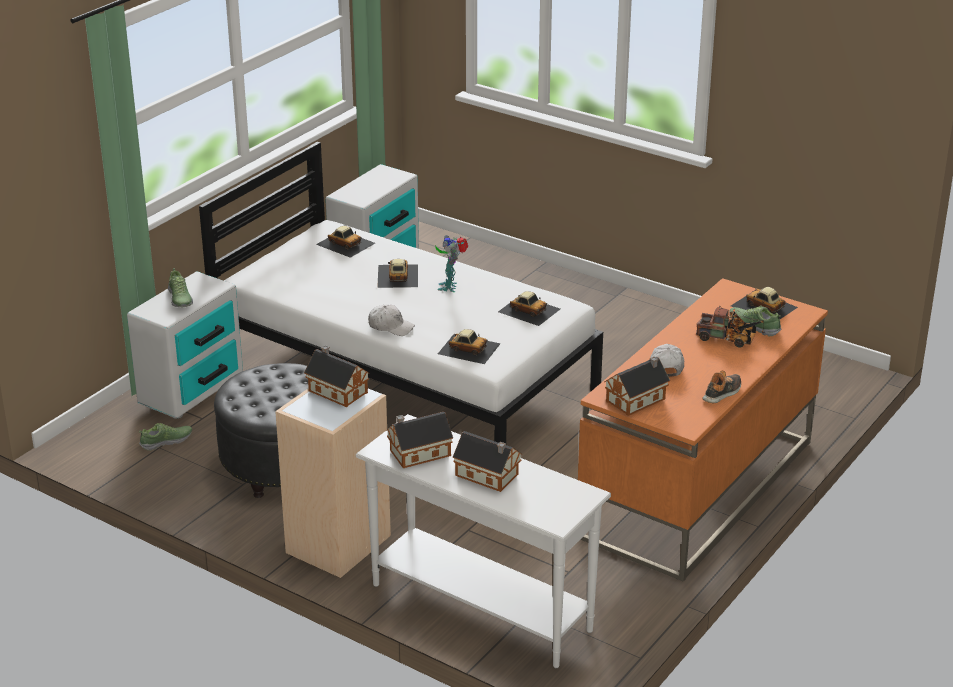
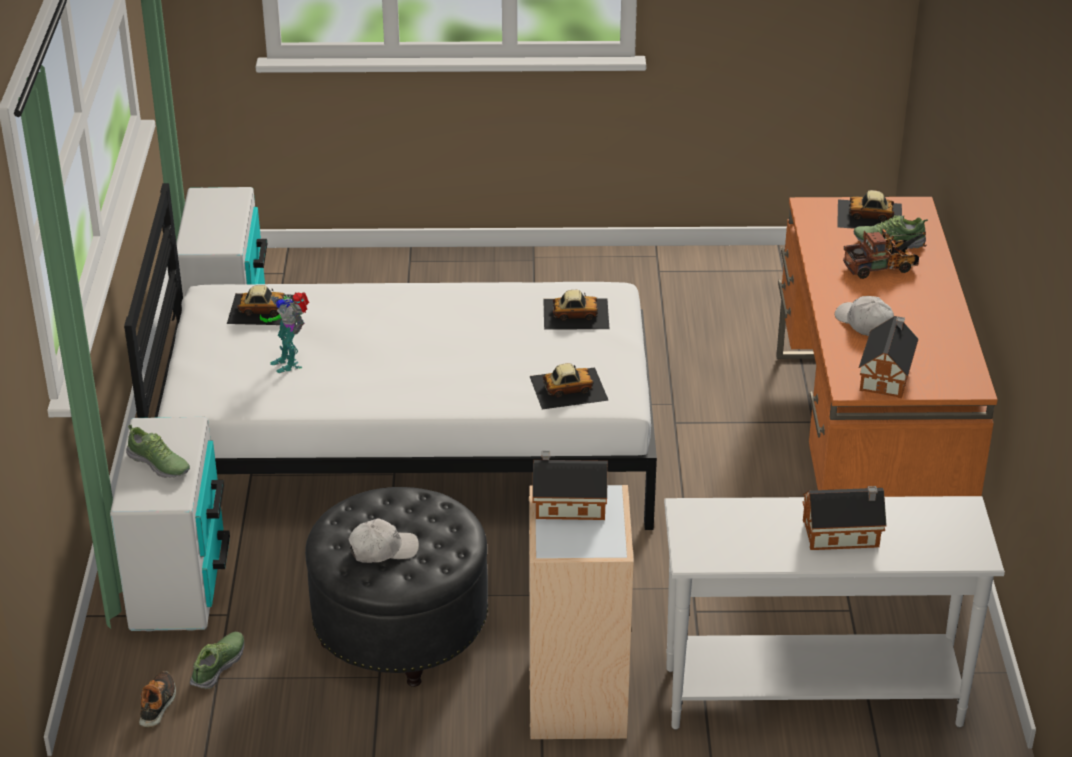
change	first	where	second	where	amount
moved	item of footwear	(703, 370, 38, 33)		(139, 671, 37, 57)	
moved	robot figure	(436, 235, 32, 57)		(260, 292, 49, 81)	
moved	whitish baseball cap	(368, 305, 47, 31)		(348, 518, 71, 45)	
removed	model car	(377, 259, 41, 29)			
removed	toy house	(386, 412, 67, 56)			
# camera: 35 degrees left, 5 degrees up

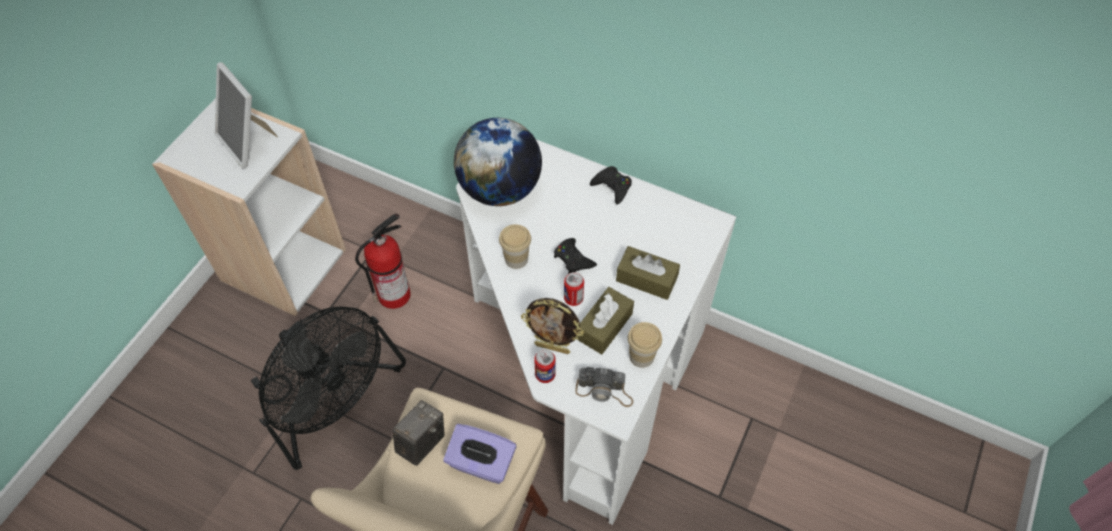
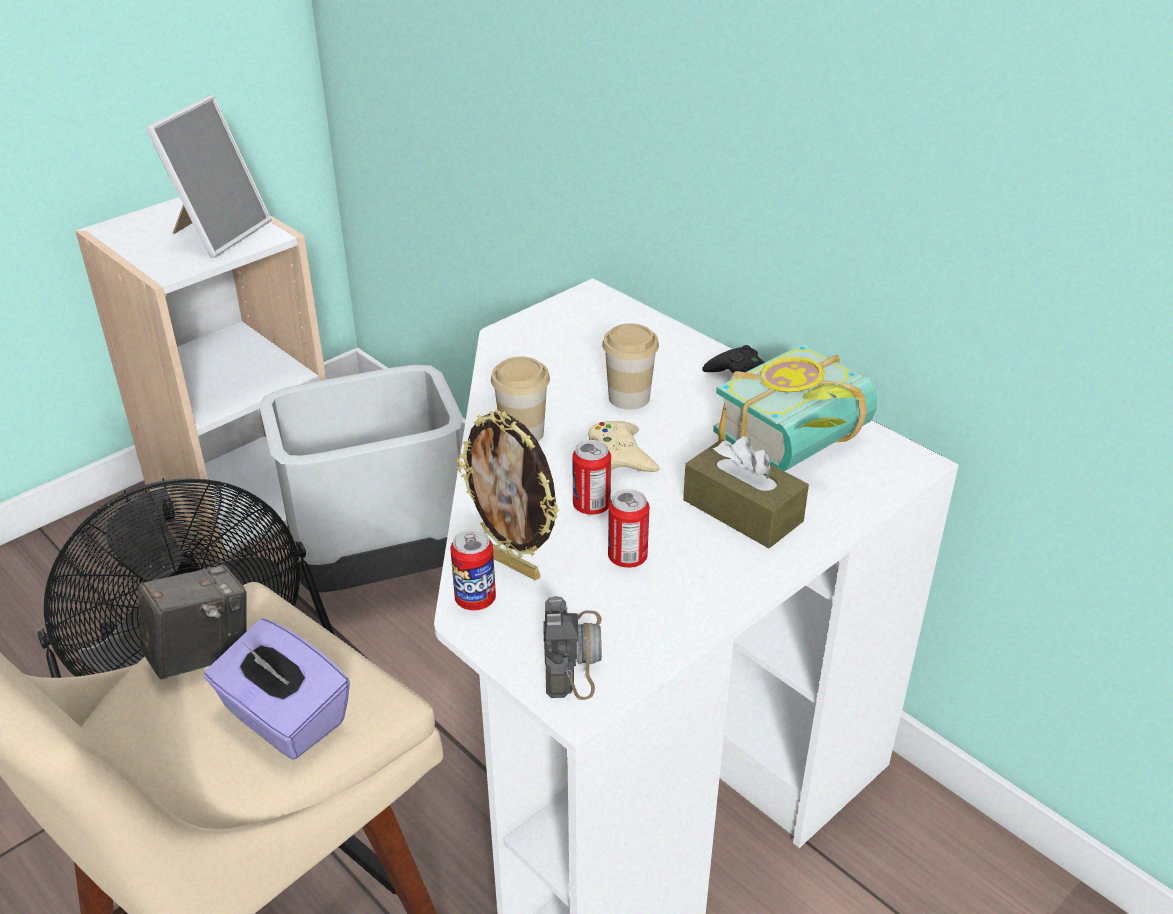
change	first	where	second	where	amount
turned	photo frame	(215, 62, 63, 107)		(146, 95, 126, 163)	135 degrees counterclockwise
replaced	fire-fighting cylinder	(355, 214, 56, 95)	grey waste bin	(259, 365, 204, 227)	
turned	photo camera	(575, 367, 58, 40)		(543, 596, 59, 104)	120 degrees counterclockwise
recoloured	black joypad	(554, 238, 43, 36)	sand-coloured joypad	(588, 421, 72, 51)	
moved	small cup	(628, 322, 34, 46)		(602, 323, 57, 87)	
replaced	brownish box of tissues	(578, 287, 56, 68)	can	(608, 489, 41, 79)	
added			bound book	(713, 344, 164, 127)	
removed	desk globe	(454, 118, 88, 88)			
# camera: 20 degrees right, 20 degrees down

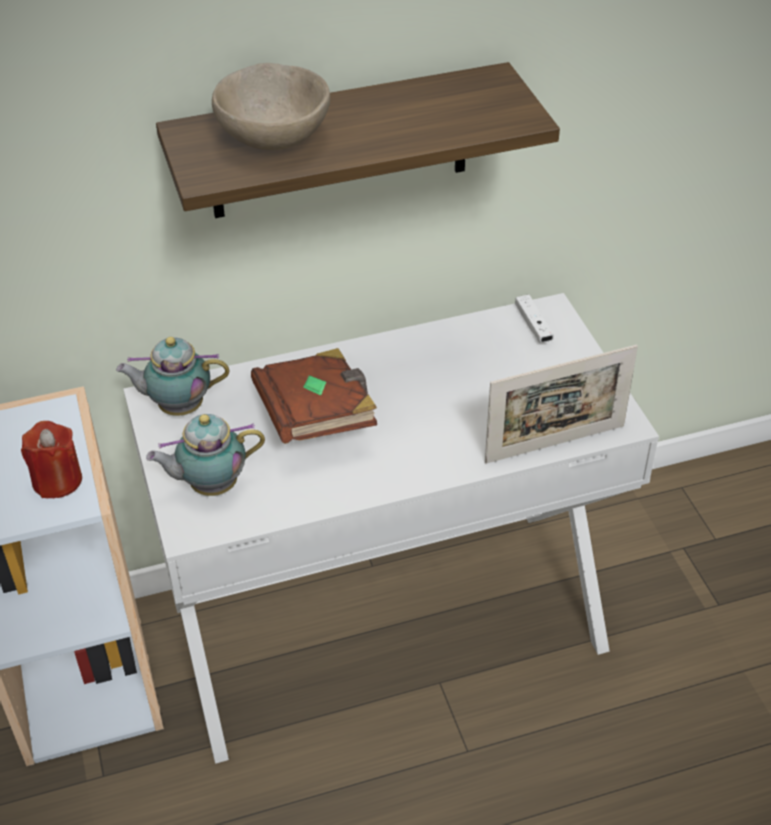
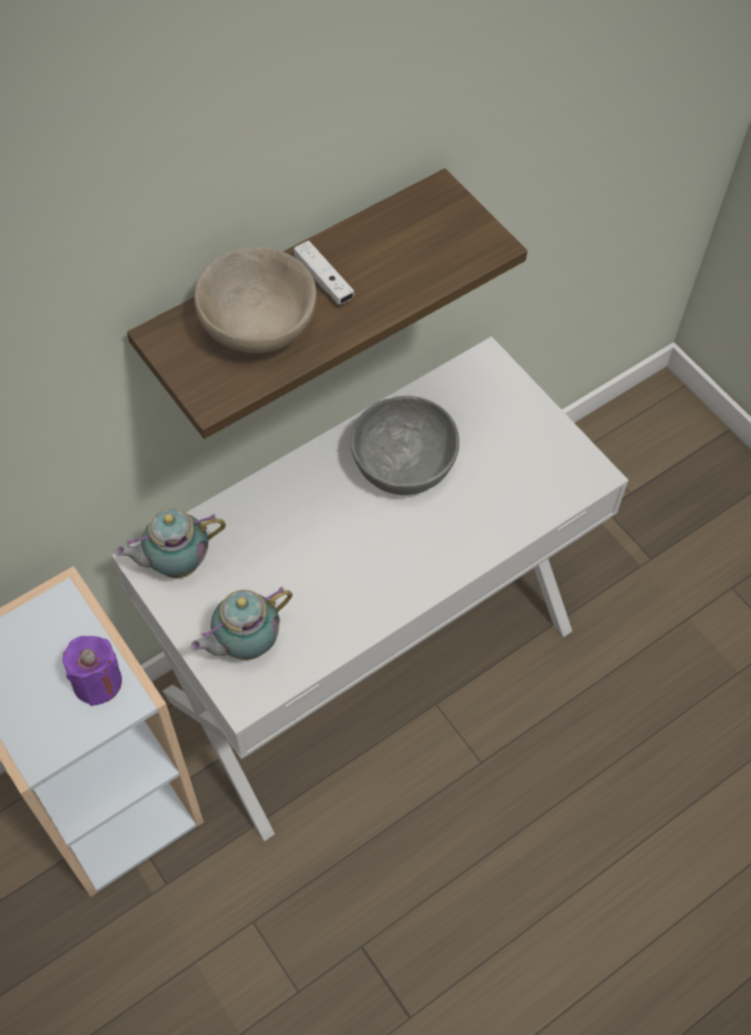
change	first	where	second	where	amount
recoloured	reddish wax light	(21, 421, 61, 77)	purple-coloured wax light	(62, 636, 60, 70)	
moved	whitish joypad	(515, 295, 39, 48)		(294, 241, 60, 64)	
added			grey deep dish	(351, 396, 108, 99)	
removed	brownish bound book	(251, 348, 126, 96)			
removed	photo frame	(485, 344, 153, 120)			
# camera: 20 degrees left, 15 degrees up

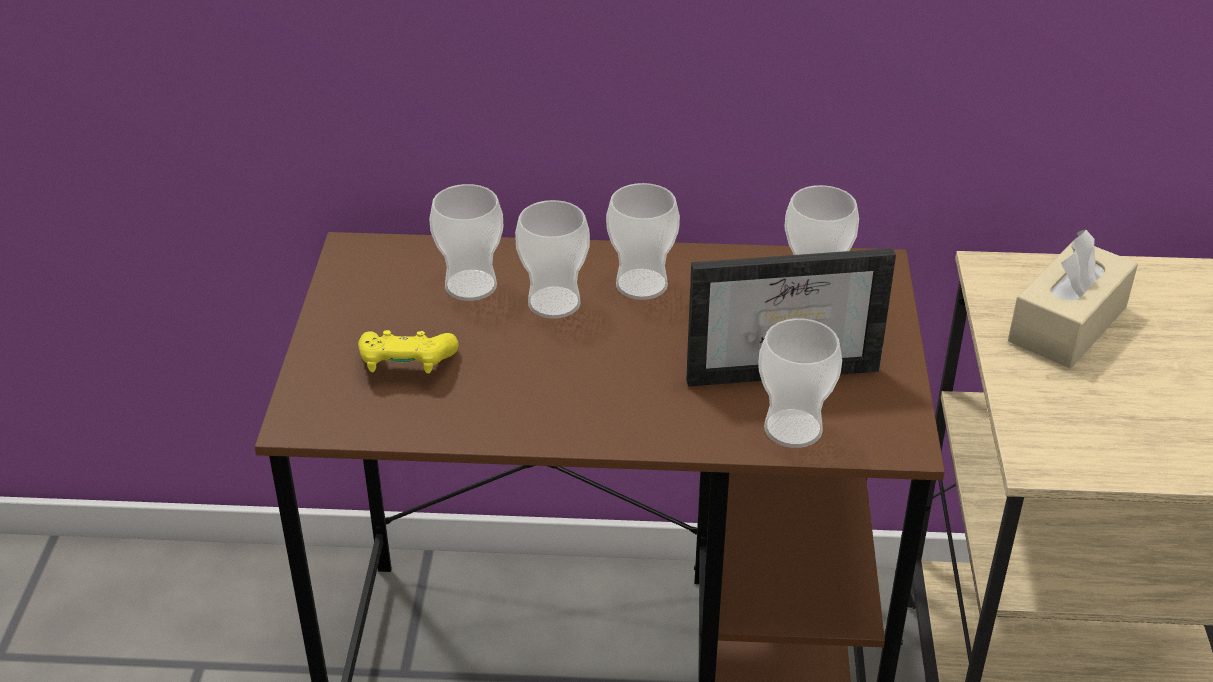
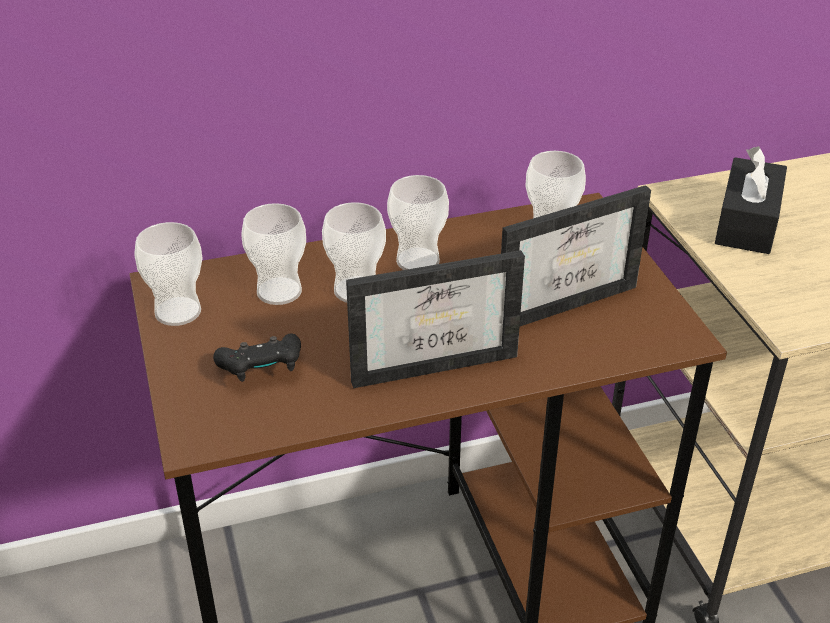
change	first	where	second	where	amount
moved	small cup	(758, 318, 84, 130)		(134, 222, 69, 104)	
recoloured	yellow joypad	(358, 330, 100, 43)	black joypad	(213, 333, 88, 49)	
added			photo frame	(346, 250, 179, 138)	
recoloured	sand-coloured box of tissues	(1008, 230, 130, 138)	black box of tissues	(715, 146, 72, 108)	
# camera: 20 degrees left, 0 degrees up

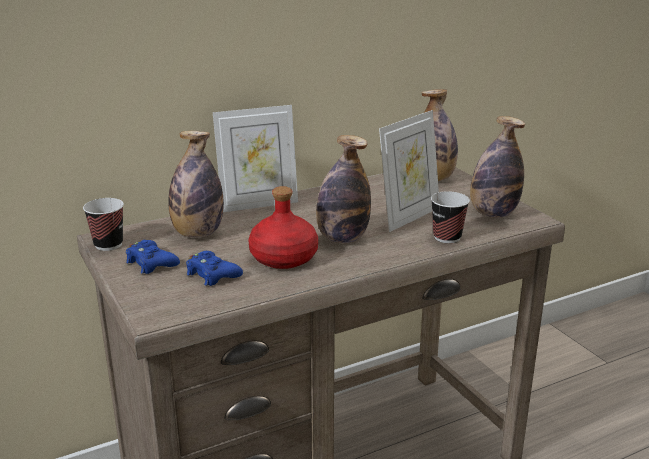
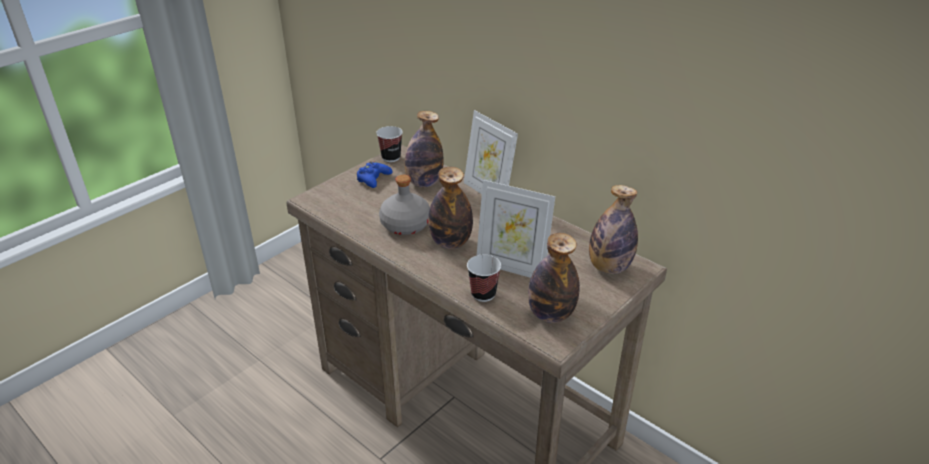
change	first	where	second	where	amount
recoloured	reddish beverage bottle	(249, 186, 69, 83)	grey beverage bottle	(379, 175, 51, 60)	
removed	blue-coloured joypad	(186, 251, 57, 35)			
# camera: 70 degrees right, 10 degrees up

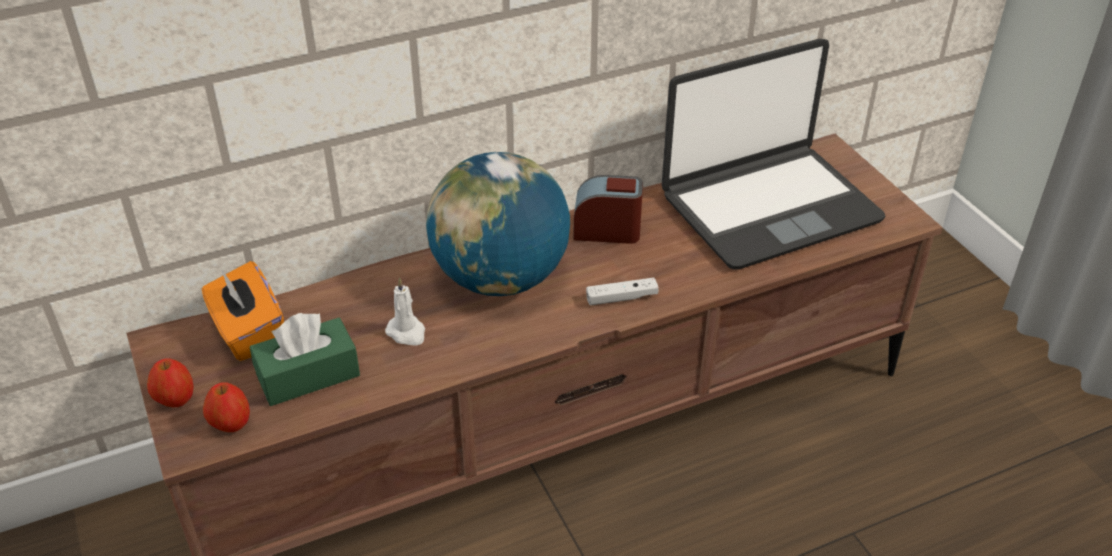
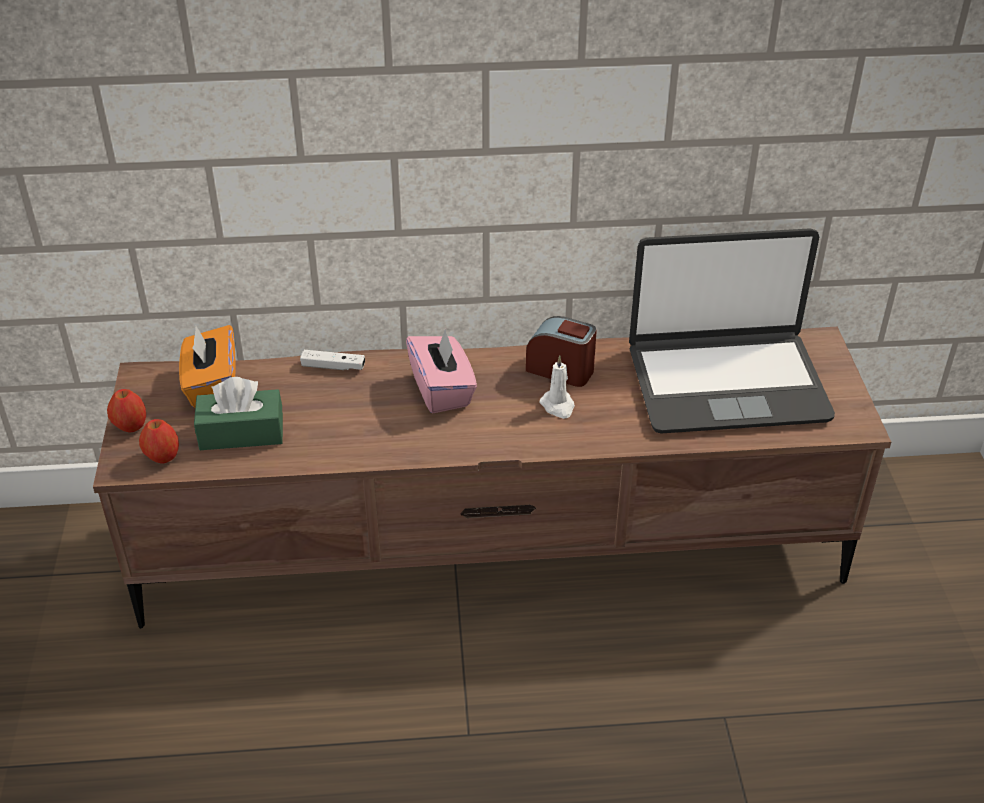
change	first	where	second	where	amount
moved	whitish joypad	(586, 278, 73, 27)		(300, 350, 65, 20)	
replaced	desk globe	(426, 152, 144, 144)	pink-coloured box of tissues	(406, 328, 71, 86)	
moved	whitish wax light	(385, 277, 40, 69)		(539, 355, 36, 64)	
# camera: 20 degrees right, 0 degrees up

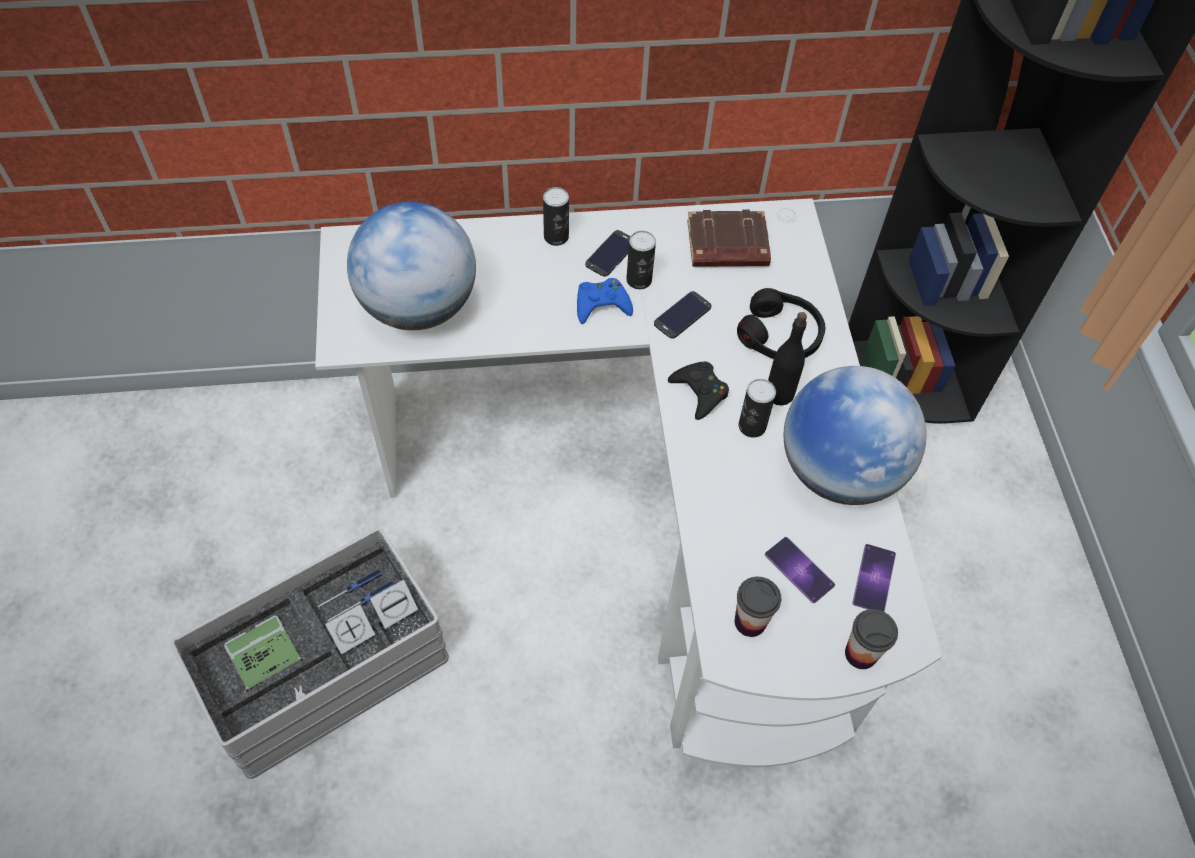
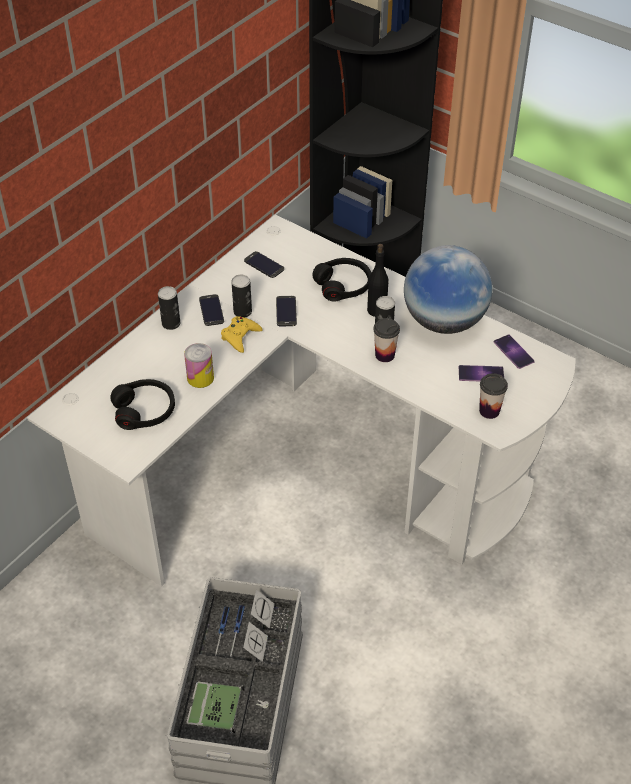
change	first	where	second	where	amount
replaced	desk globe	(347, 202, 129, 128)	black pair of headphones	(111, 379, 64, 51)	
added			can	(184, 343, 30, 45)	
recoloured	blue-coloured joypad	(577, 278, 56, 46)	yellow joypad	(221, 316, 41, 37)	
replaced	brownish bound book	(687, 209, 84, 58)	phone	(244, 251, 40, 27)	
moved	small cup	(845, 609, 53, 60)		(373, 318, 27, 44)	
removed	black joypad	(668, 362, 61, 58)			
# camera: 45 degrees left, 10 degrees down

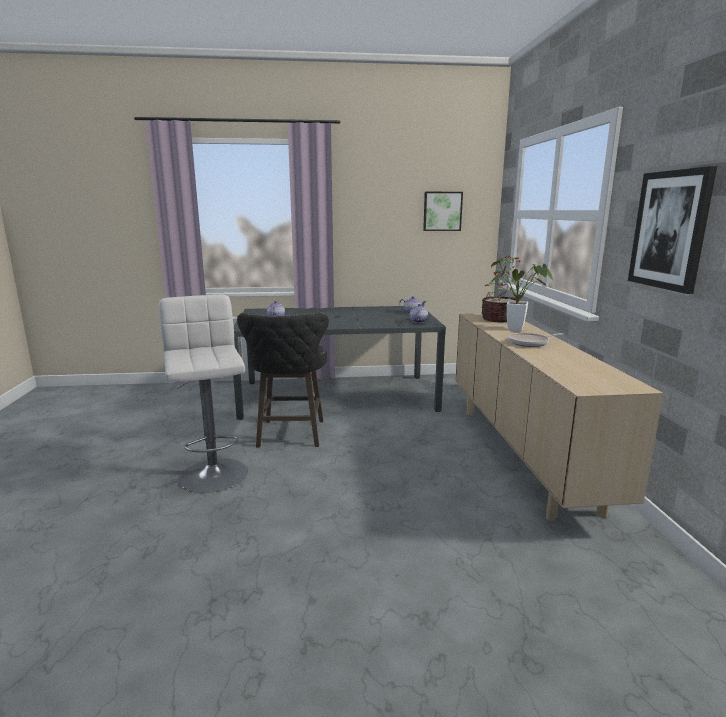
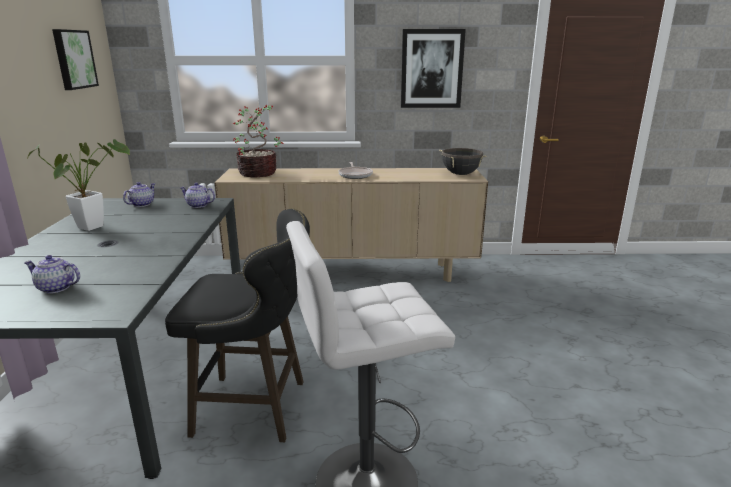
change	first	where	second	where	amount
moved	houseplant	(491, 259, 62, 72)		(27, 139, 103, 92)	
added			black cooking pot	(439, 148, 47, 27)	
# camera: 85 degrees left, 5 degrees up

